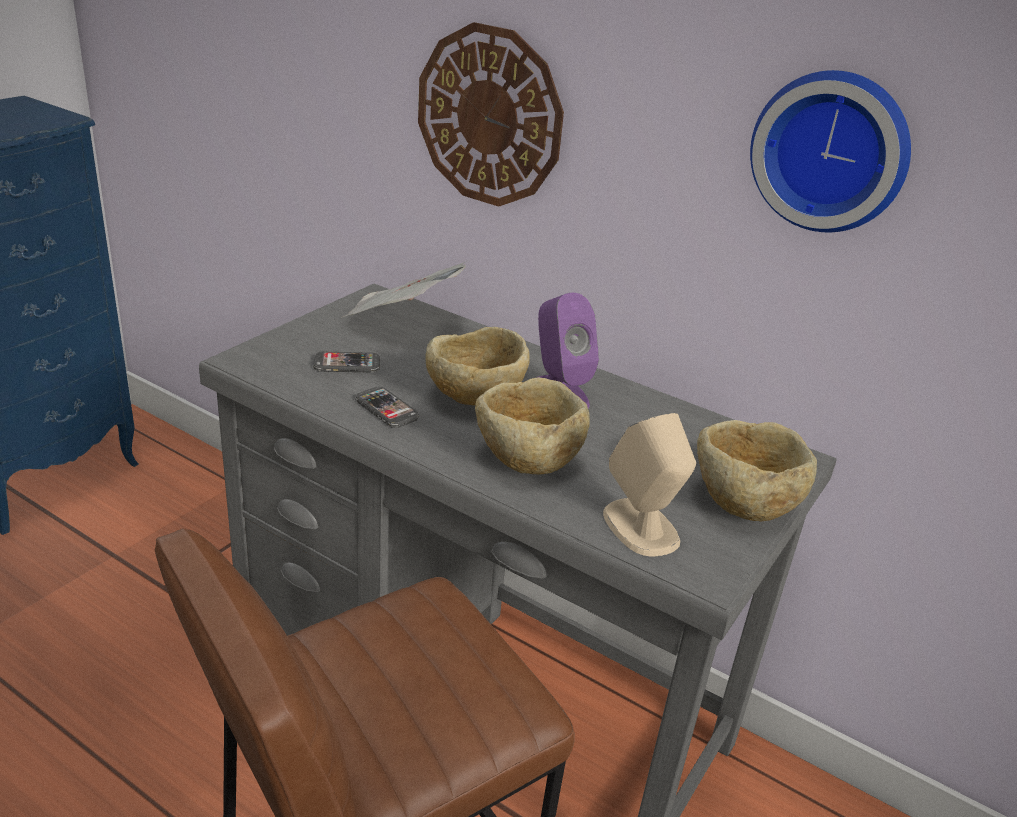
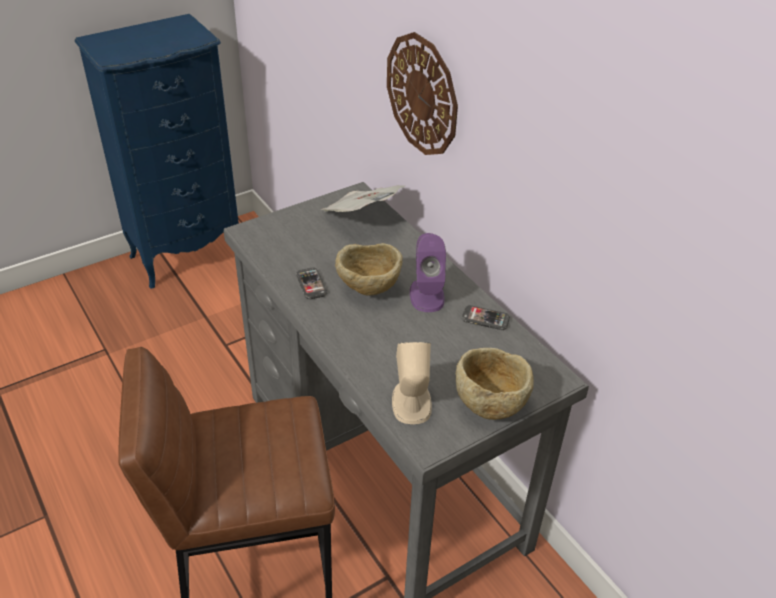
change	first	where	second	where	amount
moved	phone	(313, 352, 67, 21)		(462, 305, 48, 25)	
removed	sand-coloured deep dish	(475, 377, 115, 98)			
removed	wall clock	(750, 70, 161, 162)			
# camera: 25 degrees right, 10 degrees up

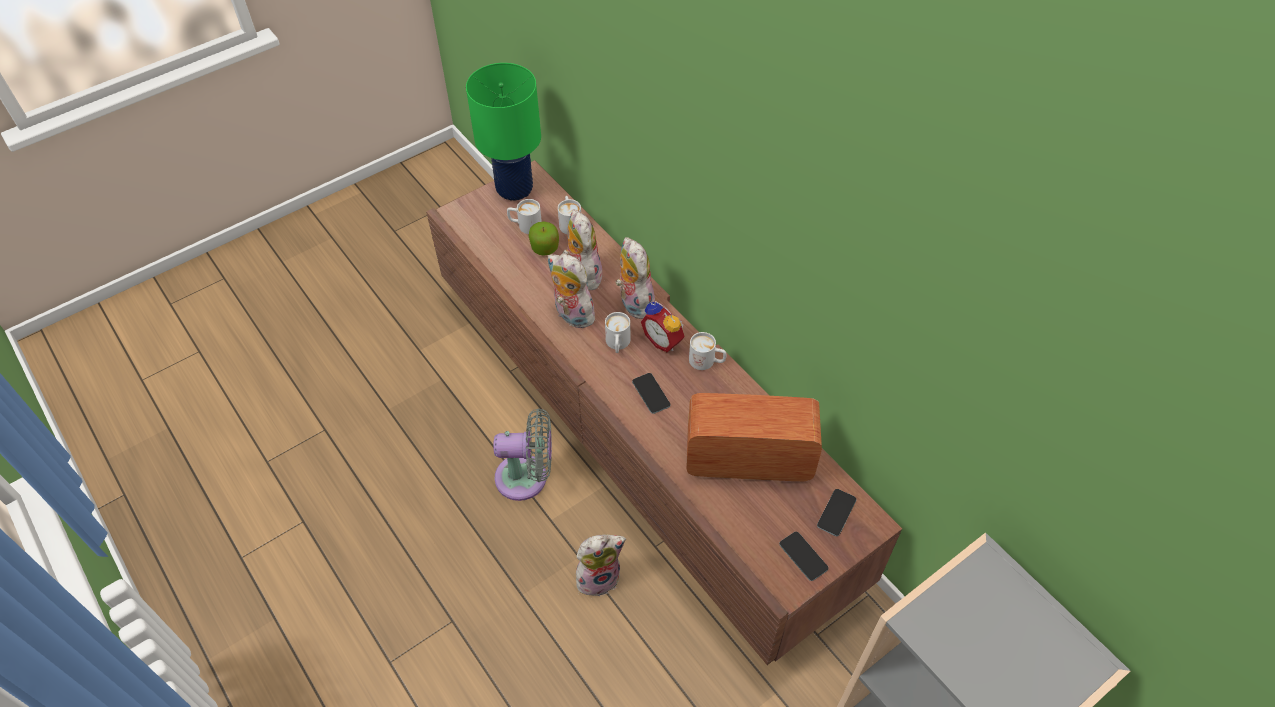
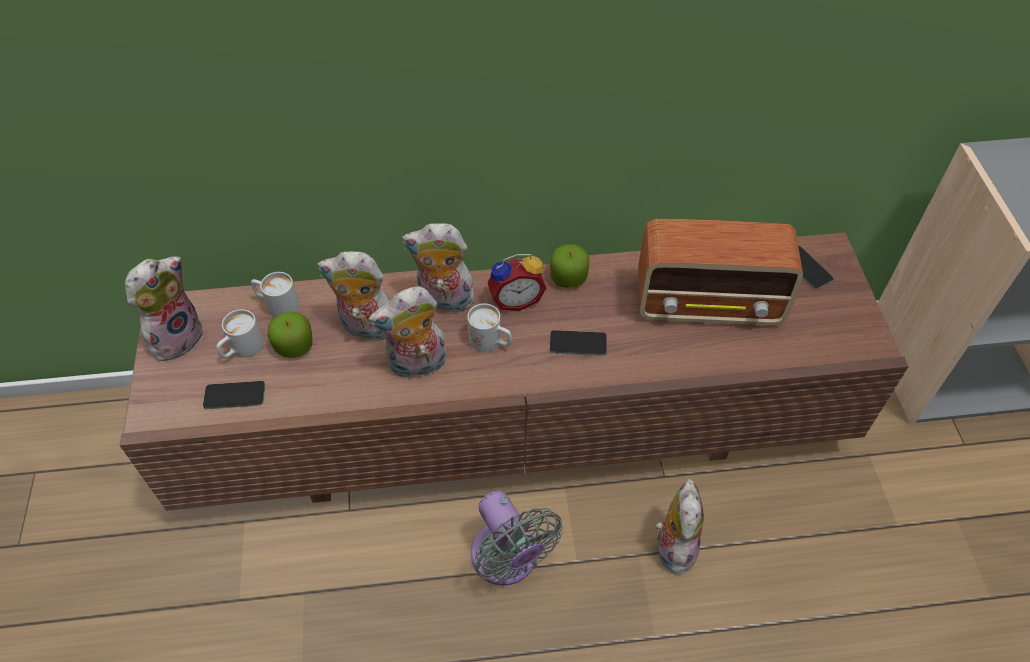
change	first	where	second	where	amount
replaced	green-coloured table lamp	(466, 63, 75, 138)	plush toy	(125, 257, 78, 105)	
moved	phone	(779, 532, 49, 49)		(203, 381, 62, 28)	
turned	grey fan	(494, 409, 58, 92)		(470, 491, 93, 95)	120 degrees clockwise
replaced	whitish mug	(689, 332, 38, 38)	apple fruit	(550, 244, 40, 44)	
turned	radio receiver	(686, 393, 136, 88)		(638, 219, 165, 106)	120 degrees counterclockwise
# camera: 60 degrees left, 0 degrees up

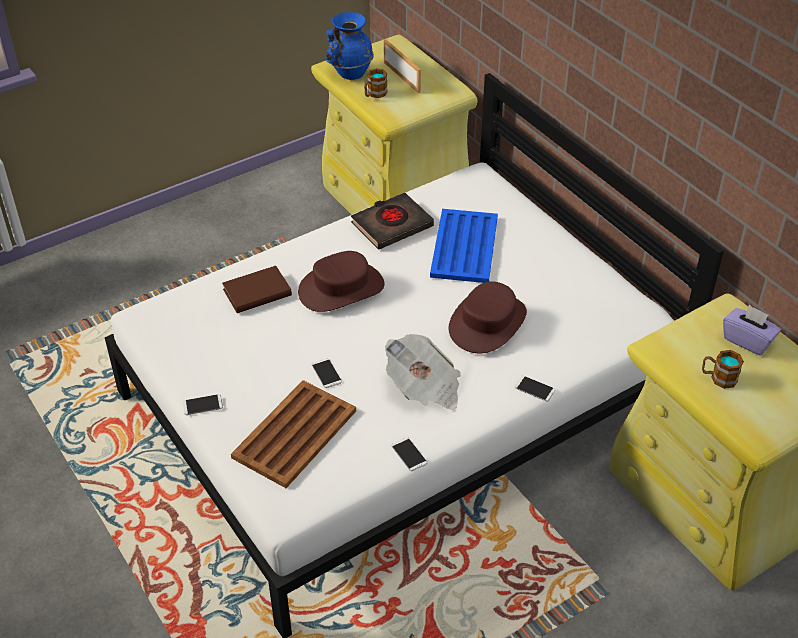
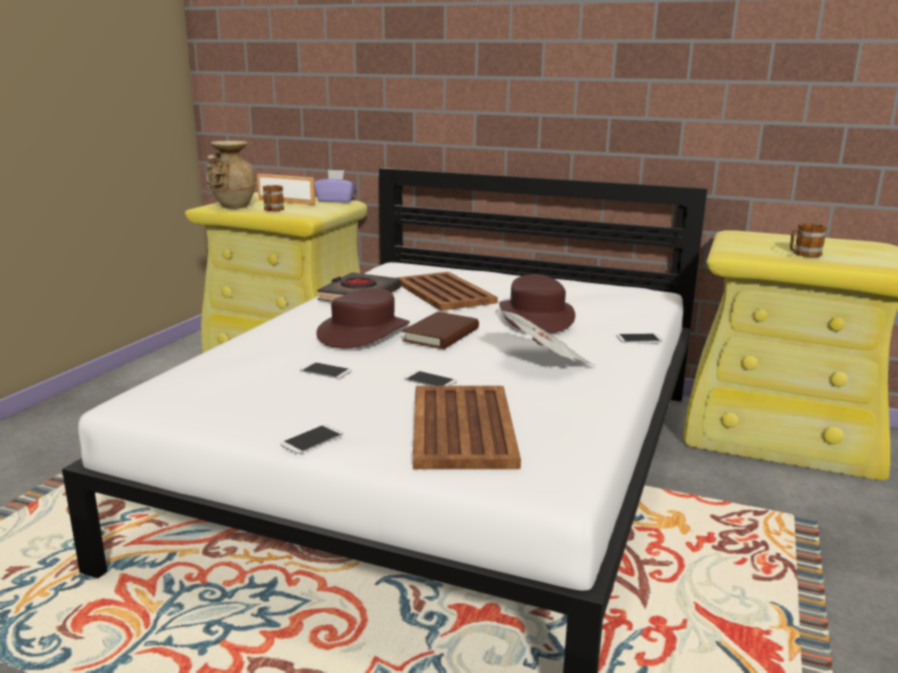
change	first	where	second	where	amount
recoloured	blue-coloured flower vase	(326, 12, 48, 68)	sand-coloured flower vase	(207, 141, 50, 68)	
moved	phone	(391, 437, 36, 34)		(300, 362, 52, 17)	
moved	purple-coloured box of tissues	(723, 305, 58, 51)		(314, 170, 42, 33)	
recoloured	blue-coloured tray	(430, 209, 68, 74)	brownish tray	(396, 272, 102, 39)	
moved	brownish bound book	(222, 266, 70, 47)		(402, 312, 77, 37)	
# camera: 35 degrees left, 25 degrees down

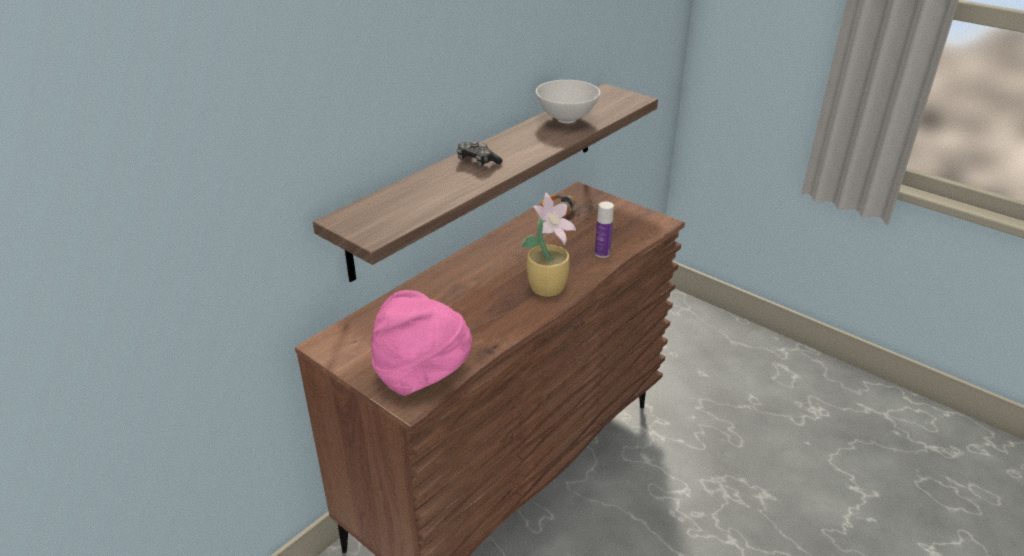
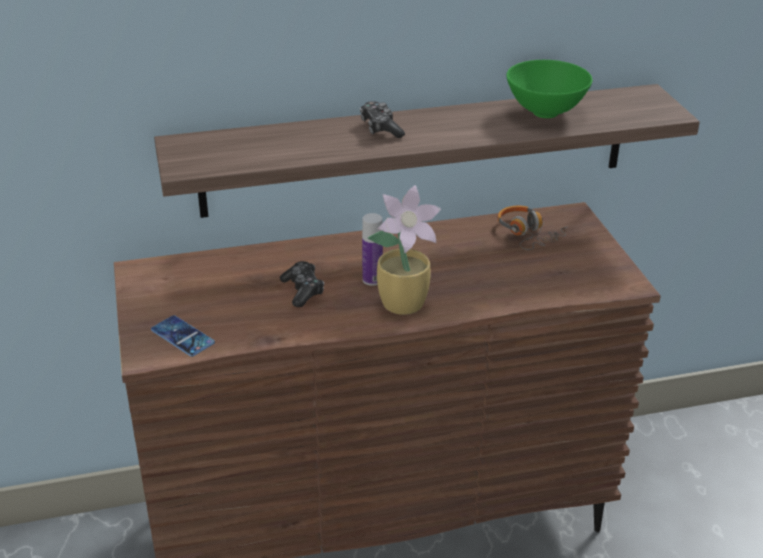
change	first	where	second	where	amount
replaced	pink-coloured wearable hat	(371, 290, 101, 106)	phone	(151, 315, 64, 42)	
added			joypad	(280, 261, 44, 46)	
moved	beverage bottle	(595, 201, 19, 57)		(362, 213, 21, 73)	
recoloured	whitish deep dish	(536, 80, 64, 43)	green-coloured deep dish	(506, 60, 86, 58)	
# camera: 35 degrees right, 0 degrees up

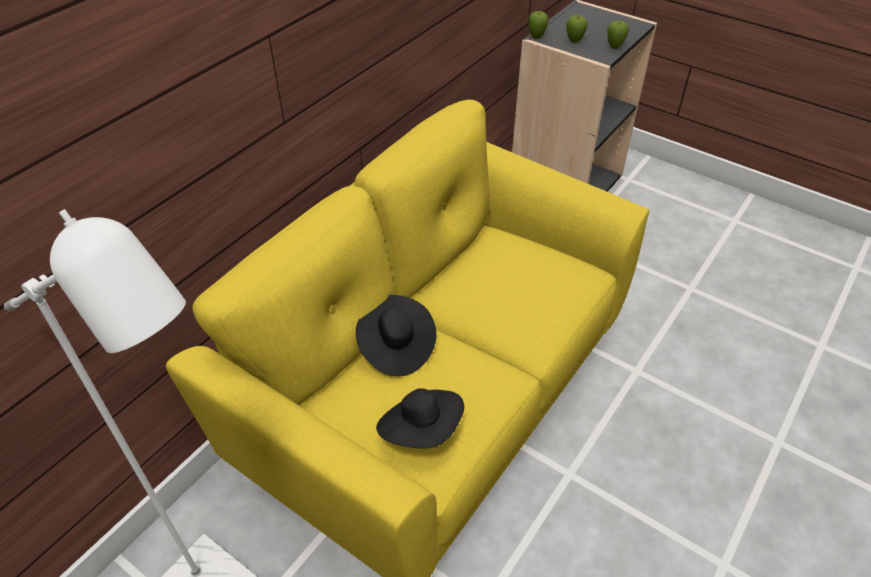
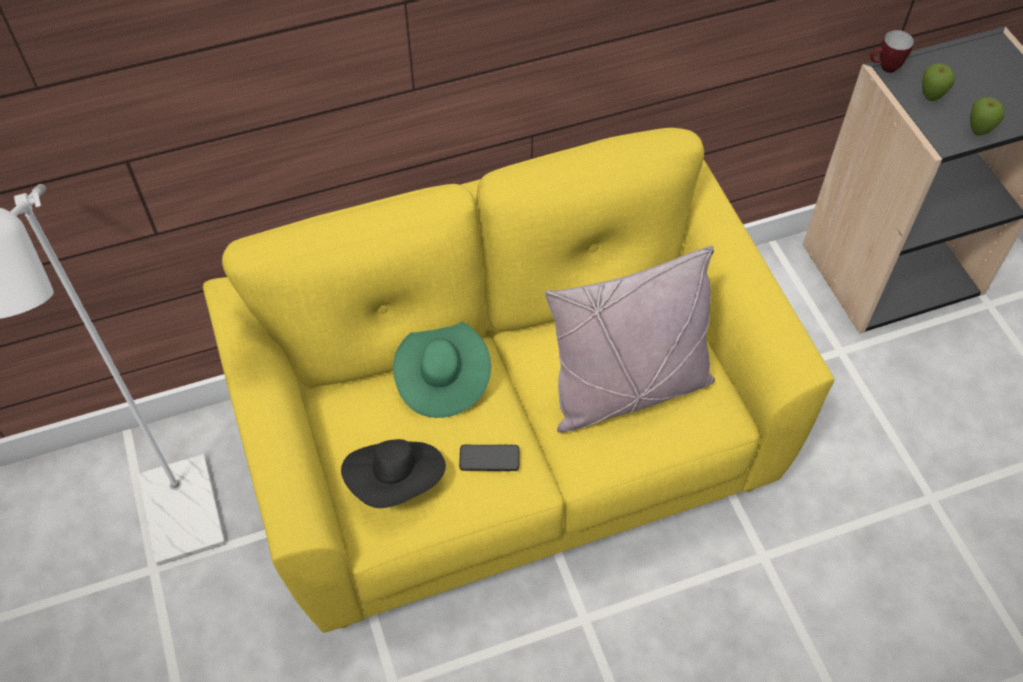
change	first	where	second	where	amount
recoloured	black wearable hat	(356, 295, 80, 81)	green-coloured wearable hat	(393, 322, 98, 96)	
added			phone	(459, 444, 61, 27)	
added			purple-coloured cushion	(545, 245, 170, 188)	
replaced	apple fruit	(528, 11, 21, 28)	mug	(870, 30, 44, 43)	
# camera: 35 degrees right, 10 degrees up

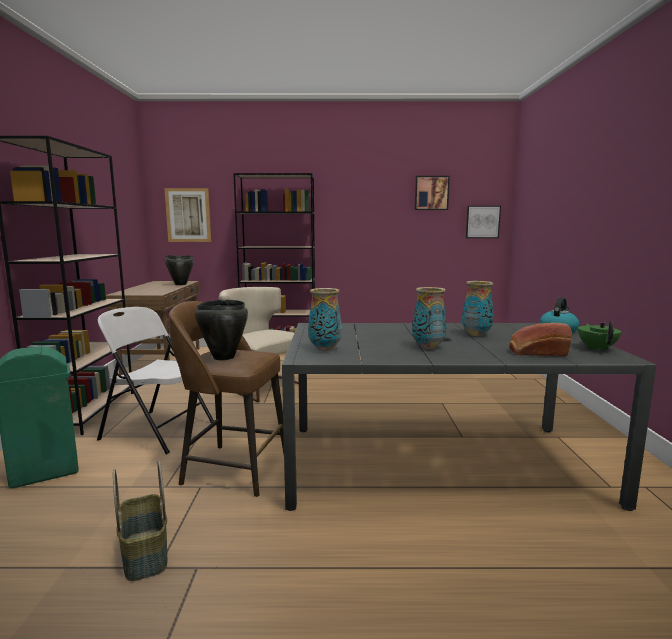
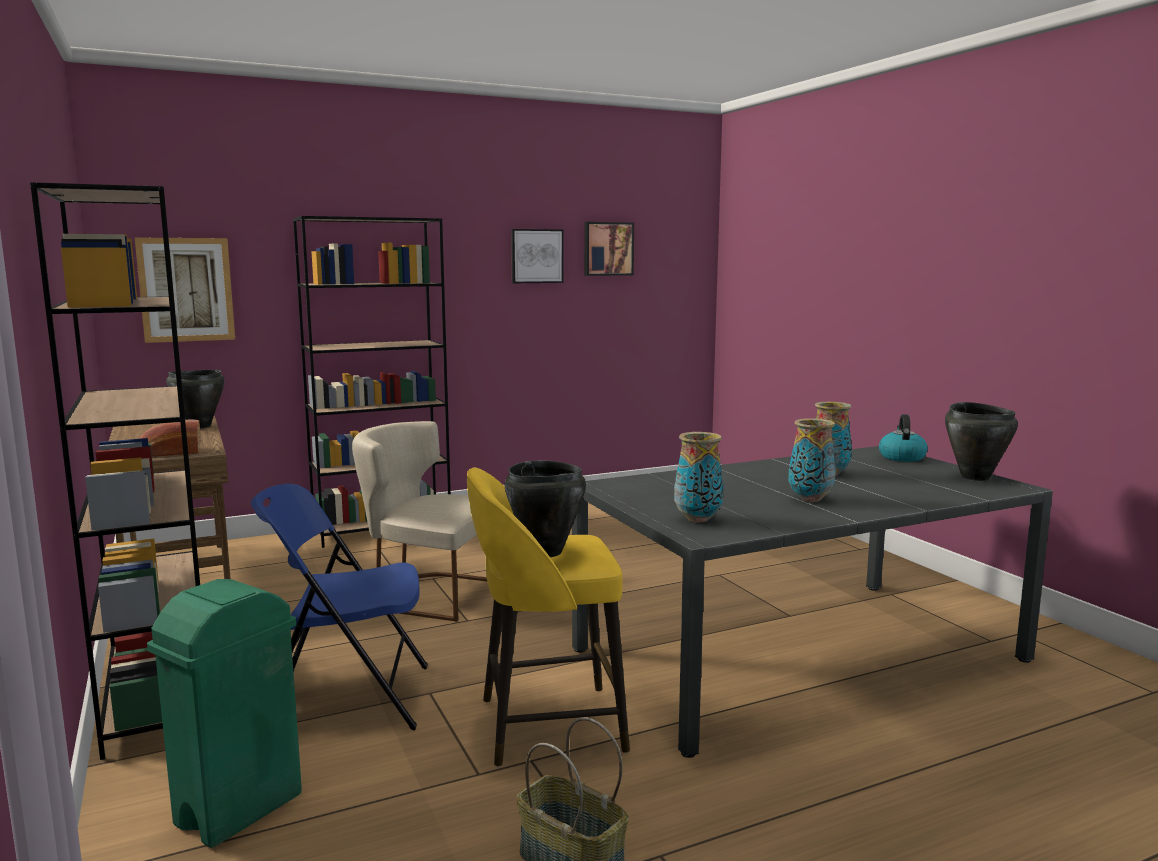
change	first	where	second	where	amount
moved	baked bread	(509, 322, 63, 34)		(140, 420, 61, 37)	
recoloured	whitish chair	(97, 307, 117, 148)	blue-coloured chair	(251, 484, 177, 246)	
recoloured	brownish sitting stool	(169, 301, 115, 196)	yellow sitting stool	(467, 468, 163, 299)	
moved	wall art	(466, 206, 35, 32)		(511, 229, 53, 54)	
replaced	green-coloured tea pot	(578, 320, 43, 31)	black cooking pot	(945, 402, 73, 79)	
# camera: 25 degrees left, 0 degrees up

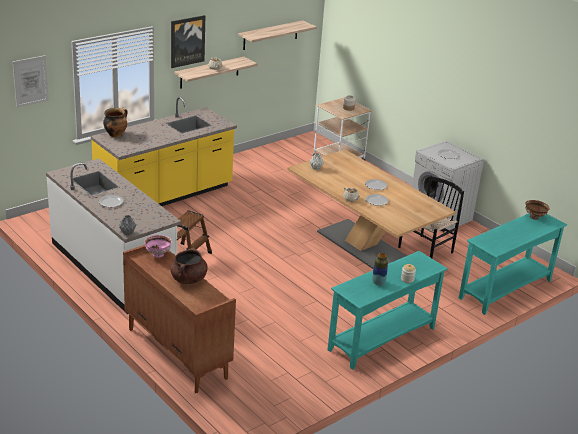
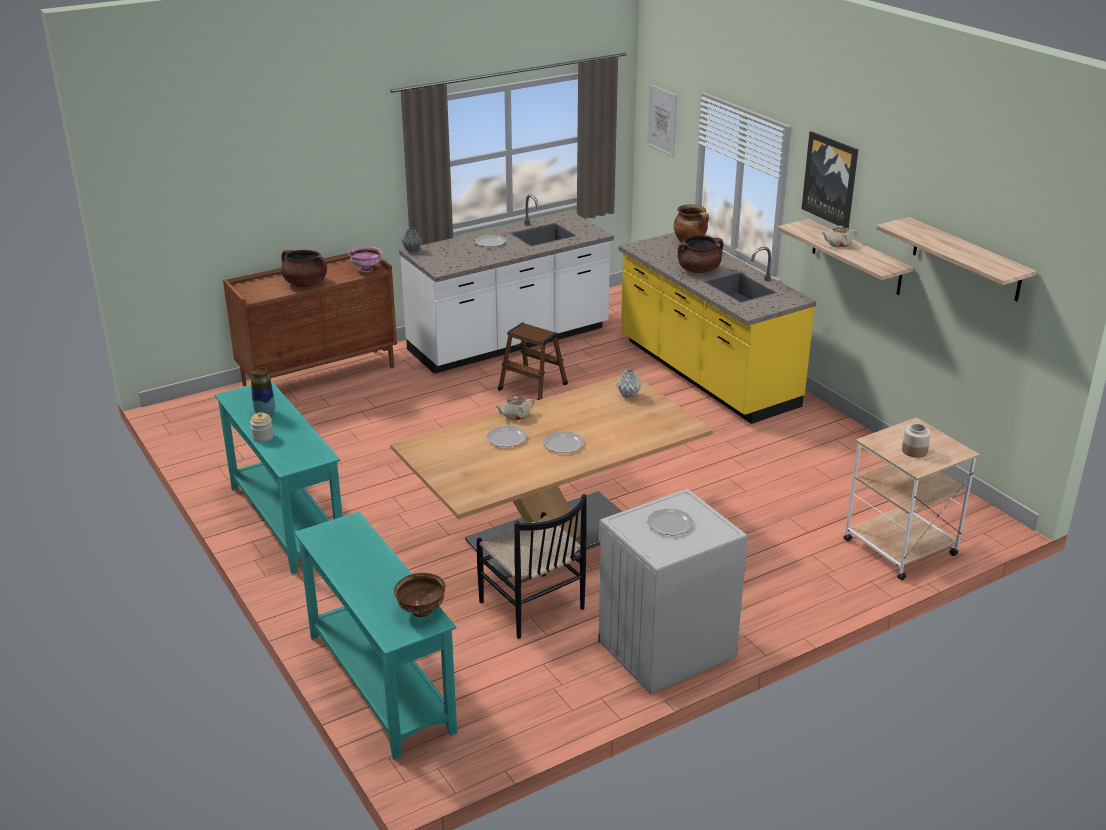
change	first	where	second	where	amount
added			brownish cooking pot	(677, 235, 46, 38)	
# camera: 100 degrees right, 0 degrees up

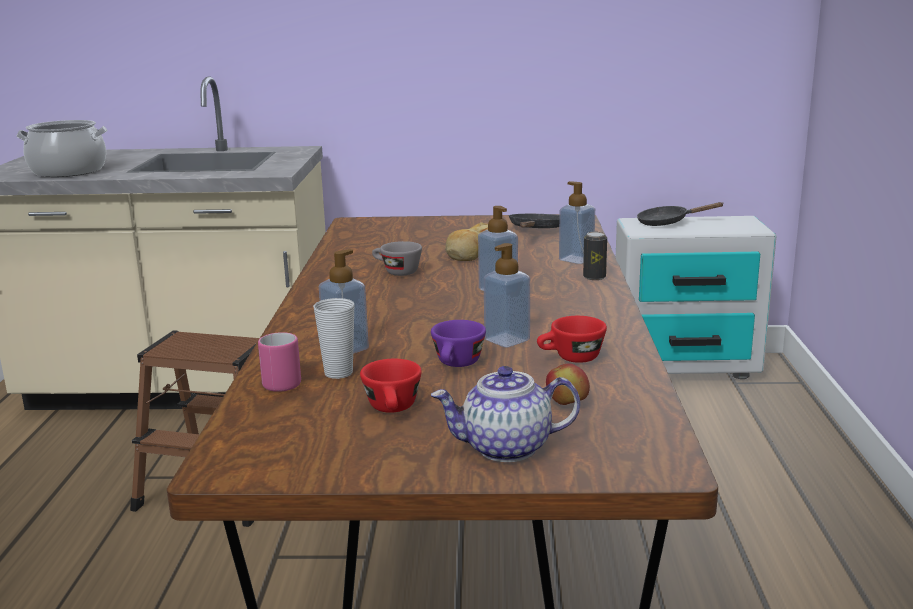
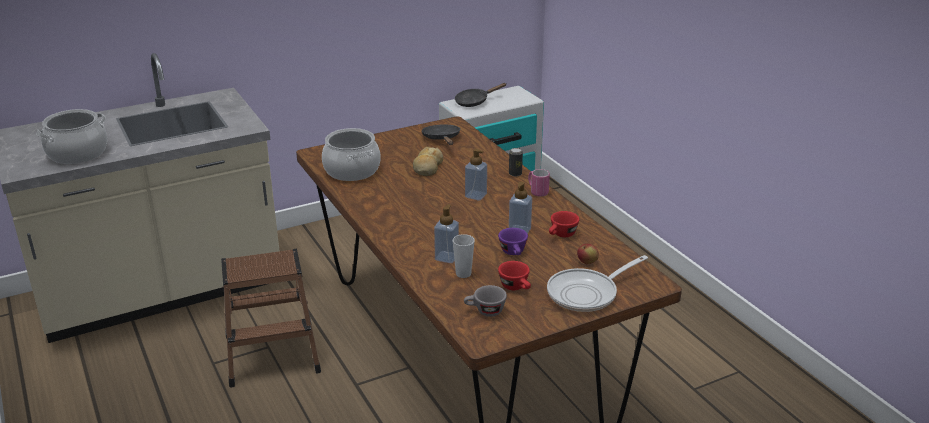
change	first	where	second	where	amount
added			cooking pot	(322, 128, 59, 53)	
moved	grey small cup	(372, 241, 50, 35)		(464, 285, 43, 32)	
moved	pink-coloured mug	(258, 332, 43, 60)		(528, 169, 22, 28)	
replaced	tea pot	(431, 366, 149, 96)	pan	(547, 255, 101, 57)	
removed	soap dispenser	(559, 181, 36, 83)			
# camera: 30 degrees left, 10 degrees up

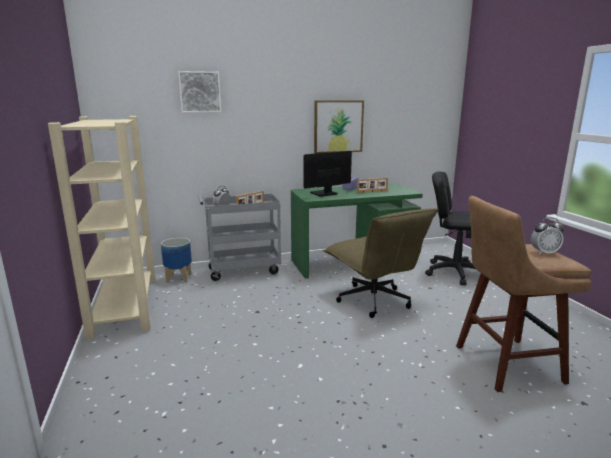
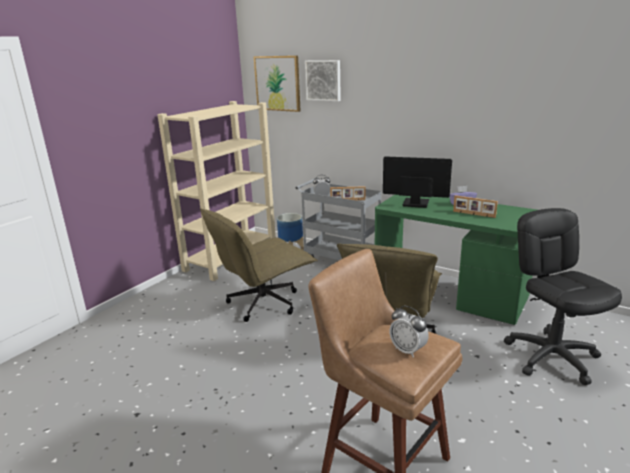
change	first	where	second	where	amount
added			sand-coloured desk chair	(200, 208, 118, 114)	
moved	wall art	(314, 100, 50, 54)		(254, 56, 47, 56)	
# camera: 50 degrees right, 5 degrees up

